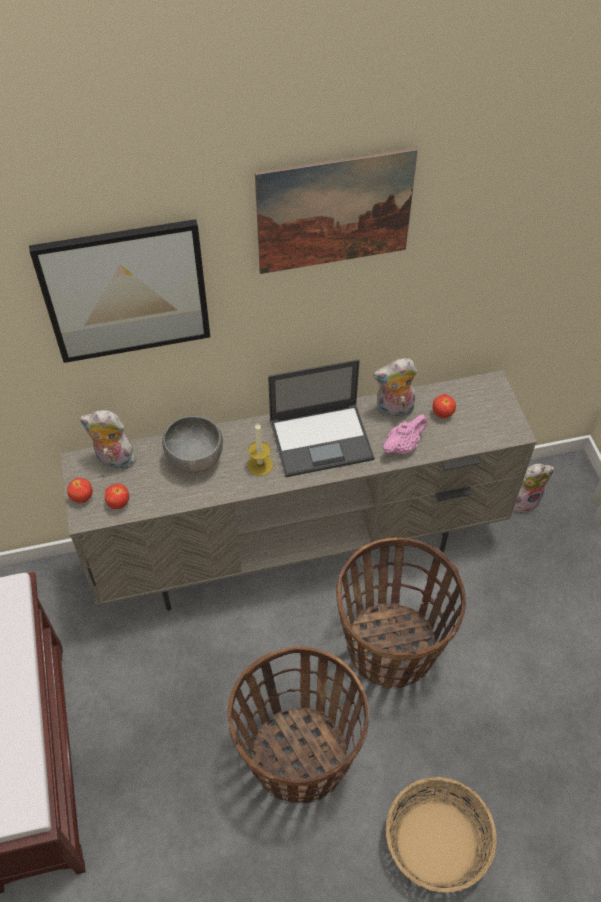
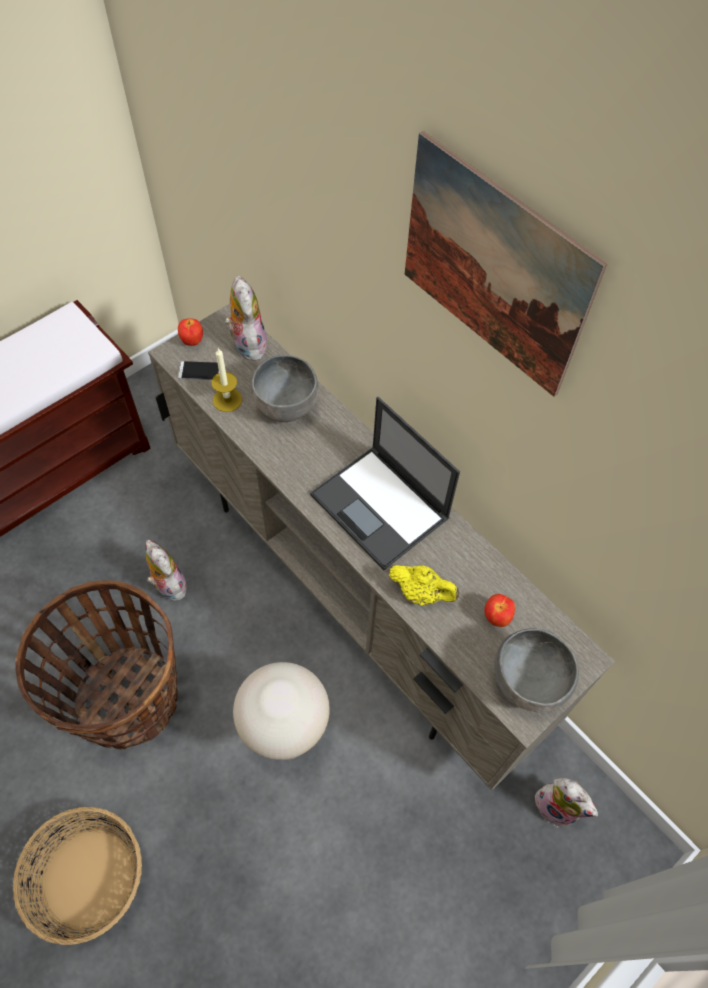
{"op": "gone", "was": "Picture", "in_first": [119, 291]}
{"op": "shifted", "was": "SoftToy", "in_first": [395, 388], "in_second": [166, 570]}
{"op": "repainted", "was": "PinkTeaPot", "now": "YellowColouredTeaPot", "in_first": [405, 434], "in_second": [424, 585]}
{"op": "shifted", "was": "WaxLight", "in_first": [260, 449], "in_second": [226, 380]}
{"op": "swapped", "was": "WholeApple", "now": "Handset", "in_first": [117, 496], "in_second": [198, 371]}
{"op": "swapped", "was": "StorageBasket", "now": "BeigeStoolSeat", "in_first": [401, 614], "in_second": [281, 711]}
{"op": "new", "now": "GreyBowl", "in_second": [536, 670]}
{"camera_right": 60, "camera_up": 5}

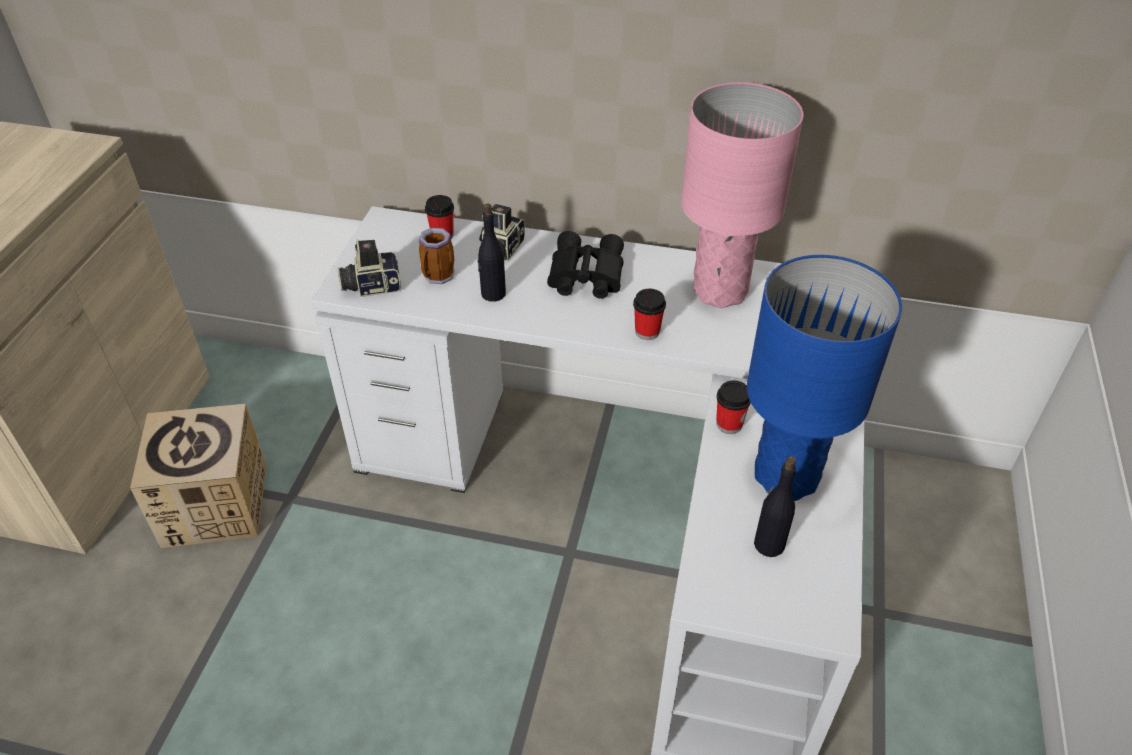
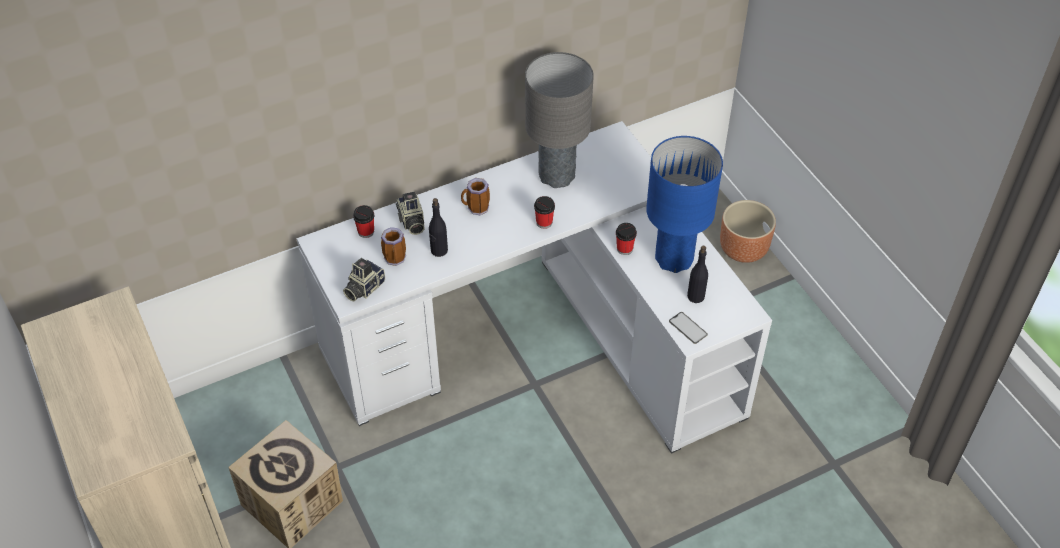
{"op": "repainted", "was": "PinkTableLamp", "now": "GreyTableLamp", "in_first": [742, 195], "in_second": [559, 120]}
{"op": "swapped", "was": "BlackishBinoculars", "now": "CoffeeMug", "in_first": [585, 265], "in_second": [475, 196]}
{"op": "new", "now": "BrownPlanter", "in_second": [748, 231]}
{"op": "new", "now": "Handset", "in_second": [688, 328]}
{"camera_right": -40, "camera_up": 5}

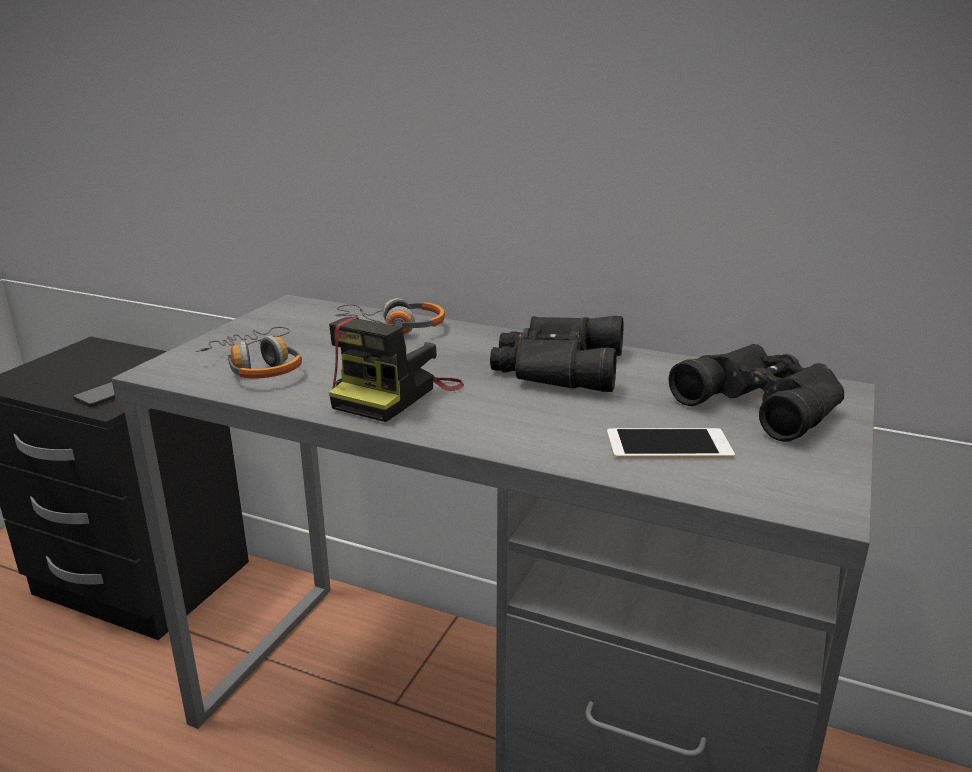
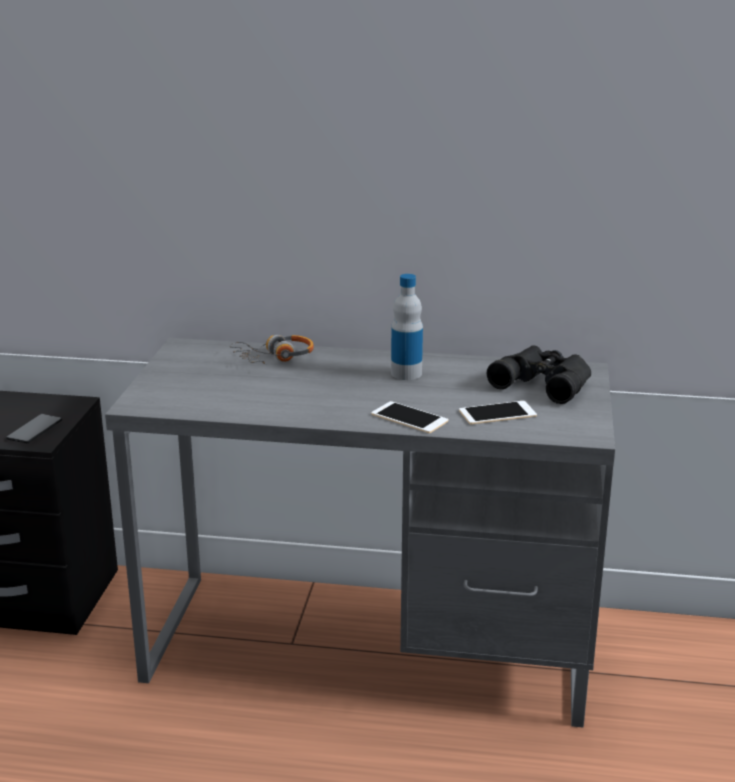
{"op": "swapped", "was": "BlackishBinoculars", "now": "BeverageBottle", "in_first": [557, 354], "in_second": [407, 327]}
{"op": "gone", "was": "StillCamera", "in_first": [396, 369]}
{"op": "gone", "was": "Headset", "in_first": [249, 353]}
{"op": "new", "now": "Handset", "in_second": [409, 417]}
{"camera_right": -15, "camera_up": 0}

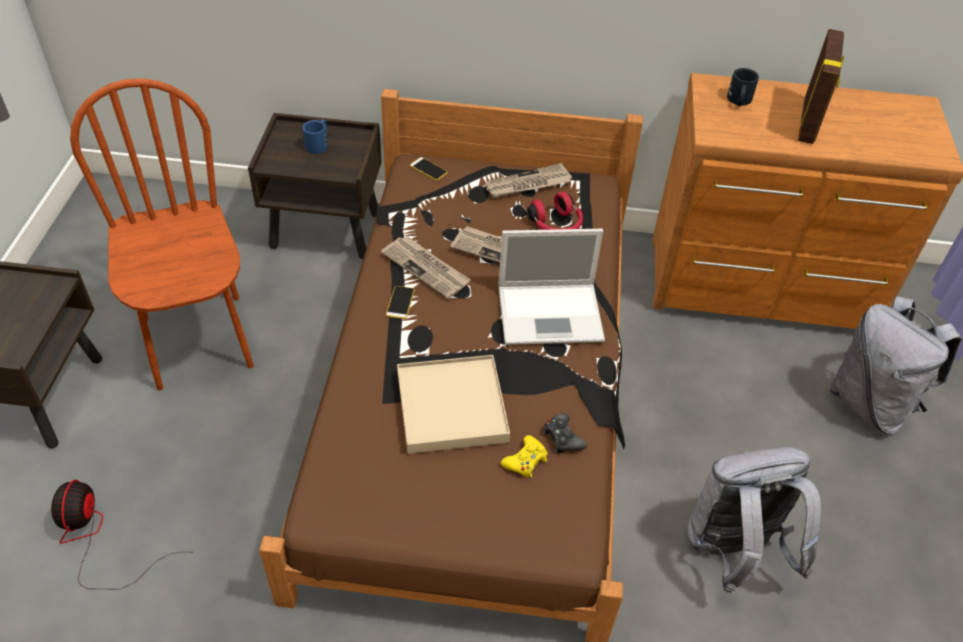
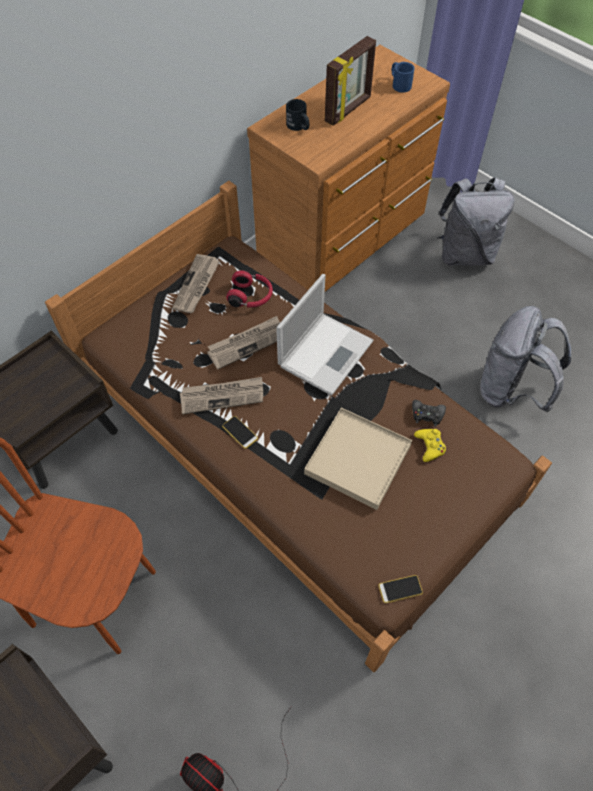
{"op": "rotated", "was": "PhotoFrame", "in_first": [821, 86], "in_second": [350, 81], "clockwise": 75}
{"op": "shifted", "was": "BluishCoffeeMug", "in_first": [315, 136], "in_second": [403, 77]}
{"op": "shifted", "was": "Handset", "in_first": [429, 169], "in_second": [400, 589]}
{"camera_right": -50, "camera_up": 10}

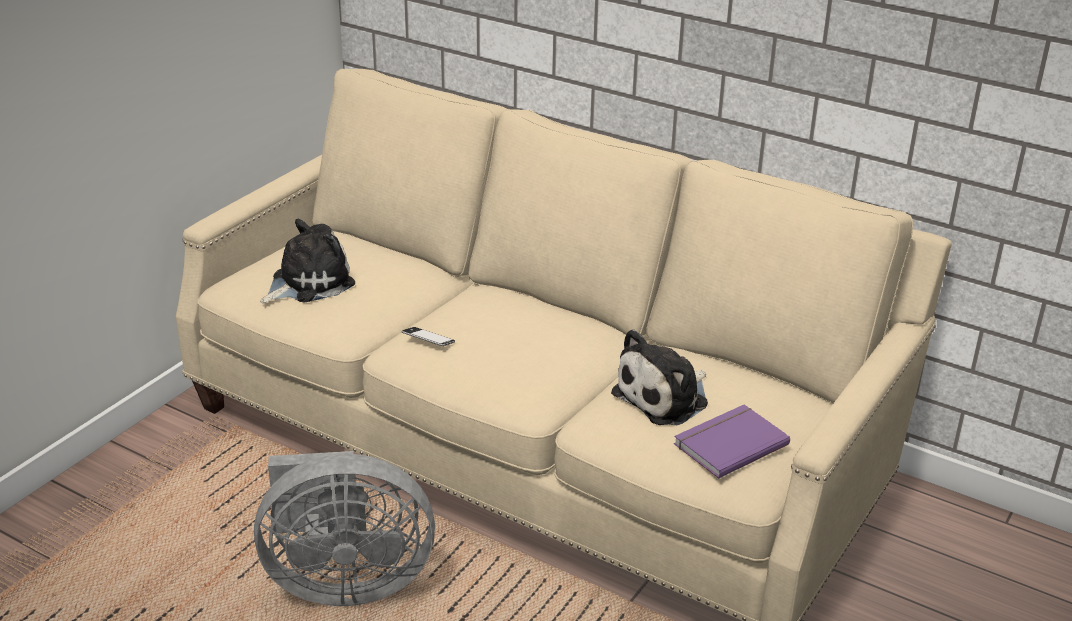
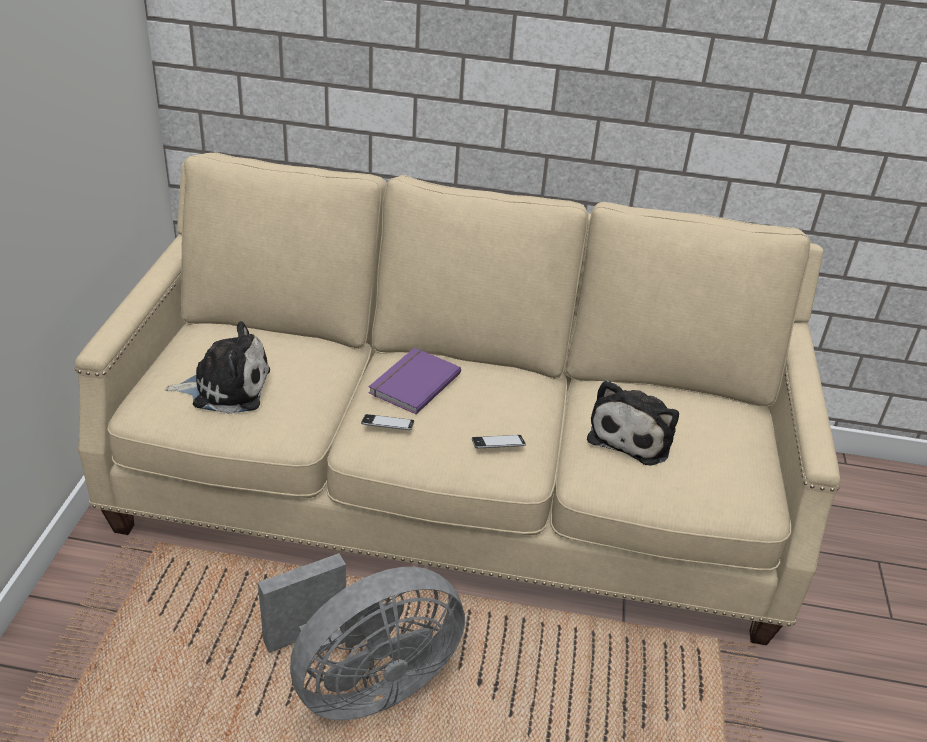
{"op": "rotated", "was": "SoftToy", "in_first": [307, 261], "in_second": [217, 367], "clockwise": 60}
{"op": "shifted", "was": "PurpleBook", "in_first": [732, 441], "in_second": [415, 381]}
{"op": "new", "now": "Handset", "in_second": [499, 441]}
{"camera_right": -25, "camera_up": 5}

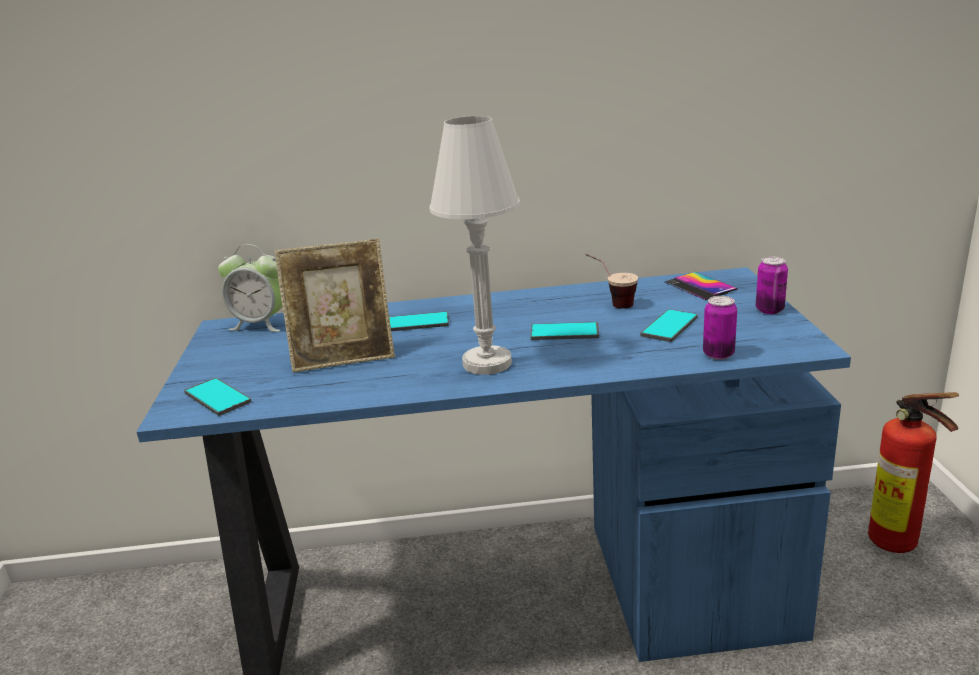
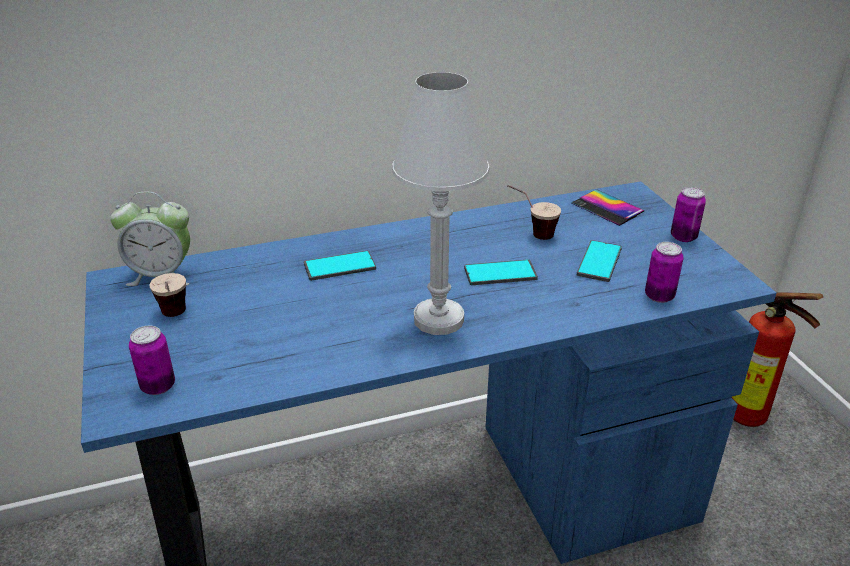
{"op": "gone", "was": "PhotoFrame", "in_first": [334, 306]}
{"op": "swapped", "was": "Handset", "now": "SealedCan", "in_first": [218, 397], "in_second": [152, 360]}
{"op": "new", "now": "SmallCup", "in_second": [167, 295]}
{"camera_right": -15, "camera_up": 10}

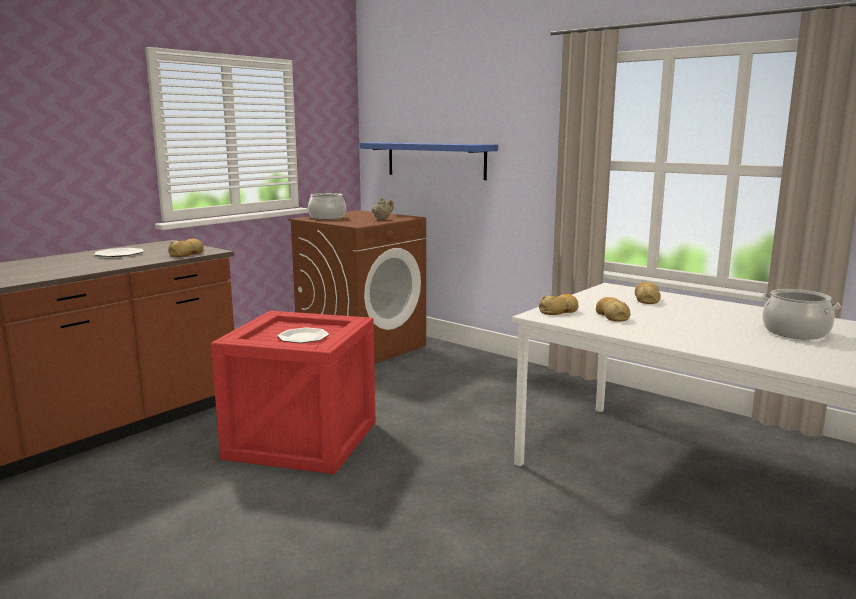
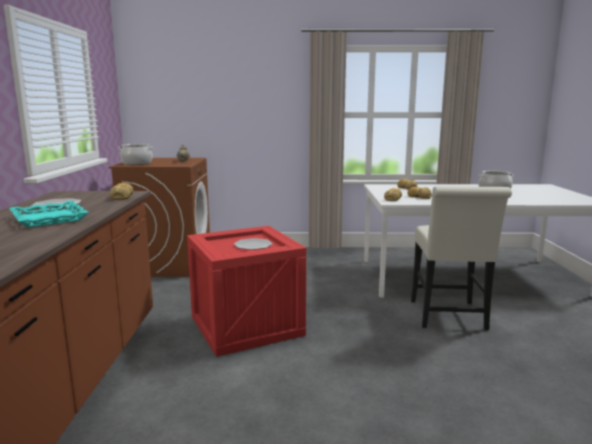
{"op": "gone", "was": "BluishWallShelf", "in_first": [429, 161]}
{"op": "new", "now": "WhitishPlainChair", "in_second": [461, 258]}
{"op": "new", "now": "TurquoiseTray", "in_second": [49, 214]}
{"camera_right": -40, "camera_up": 0}

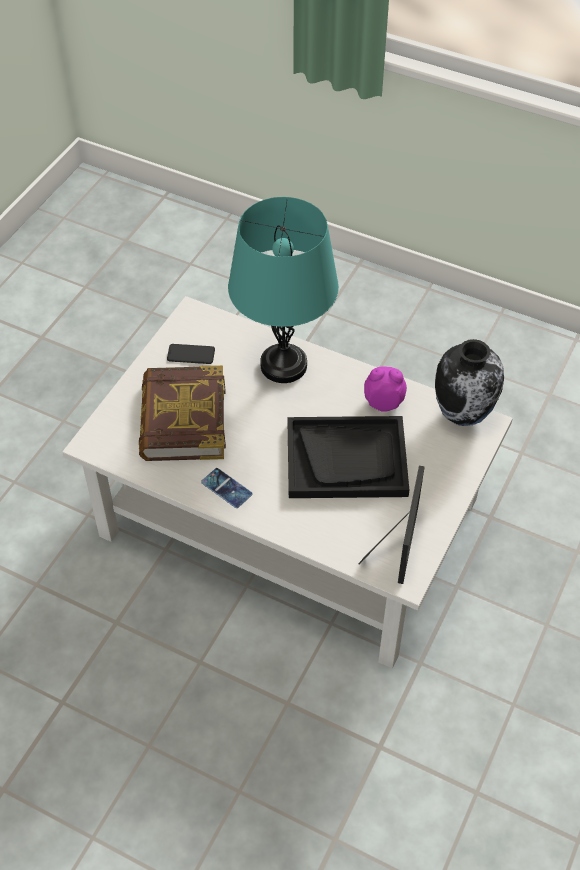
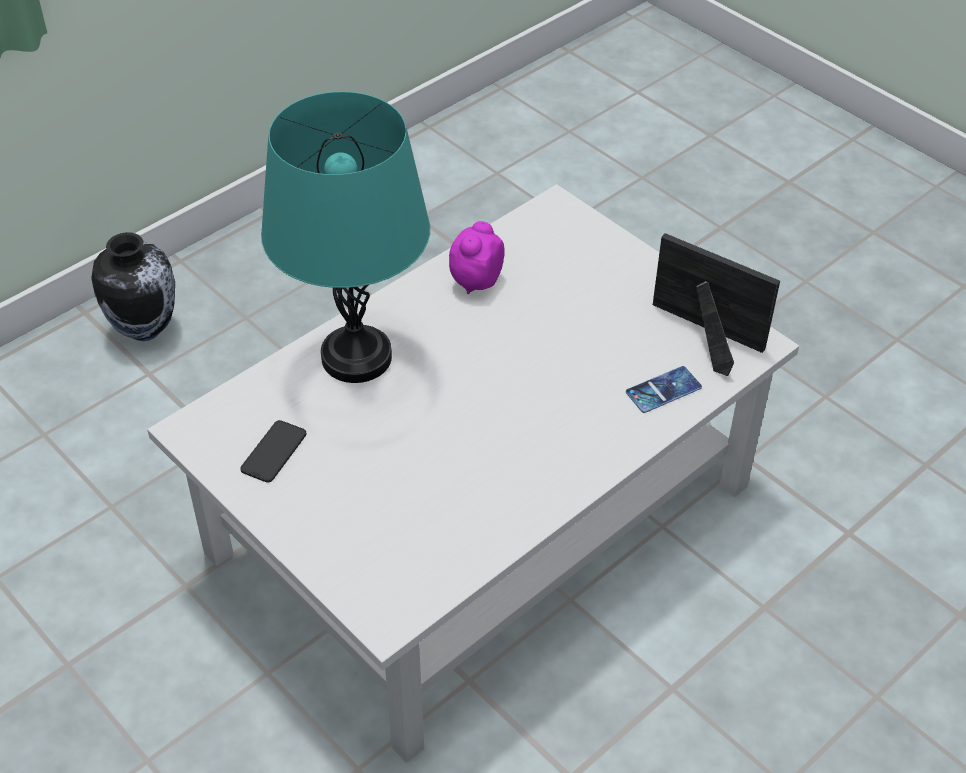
{"op": "shifted", "was": "FlowerVase", "in_first": [469, 382], "in_second": [133, 286]}
{"op": "gone", "was": "Book", "in_first": [182, 413]}
{"op": "gone", "was": "BlackishTray", "in_first": [348, 457]}
{"op": "shifted", "was": "Handset", "in_first": [227, 488], "in_second": [664, 389]}
{"camera_right": -70, "camera_up": -5}

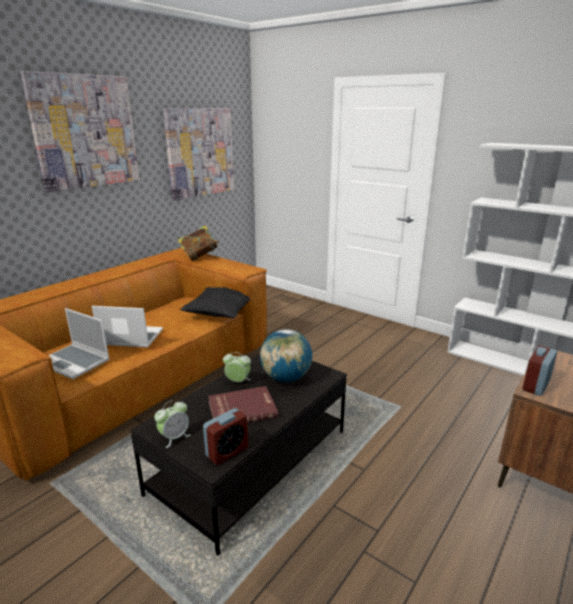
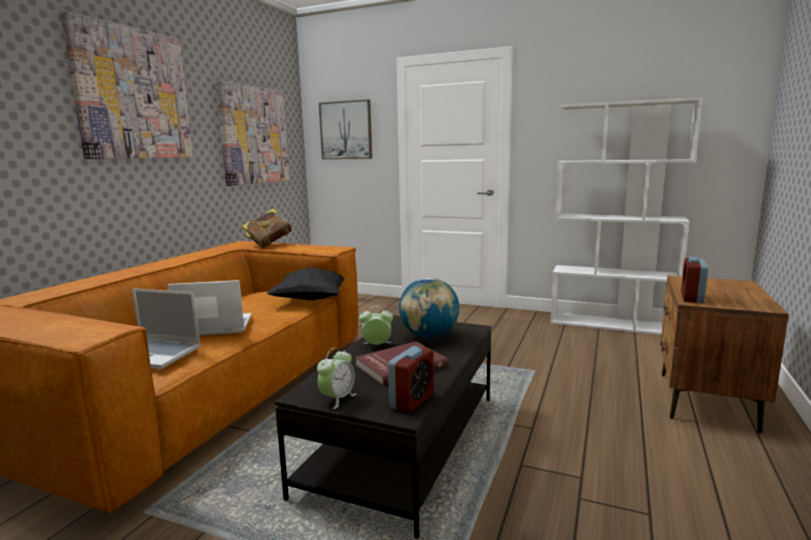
{"op": "new", "now": "Picture", "in_second": [345, 129]}
{"camera_right": -15, "camera_up": -10}

